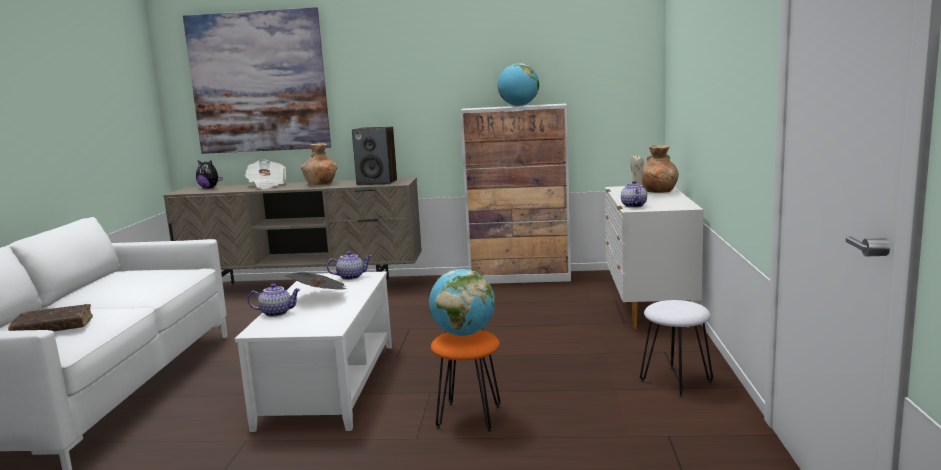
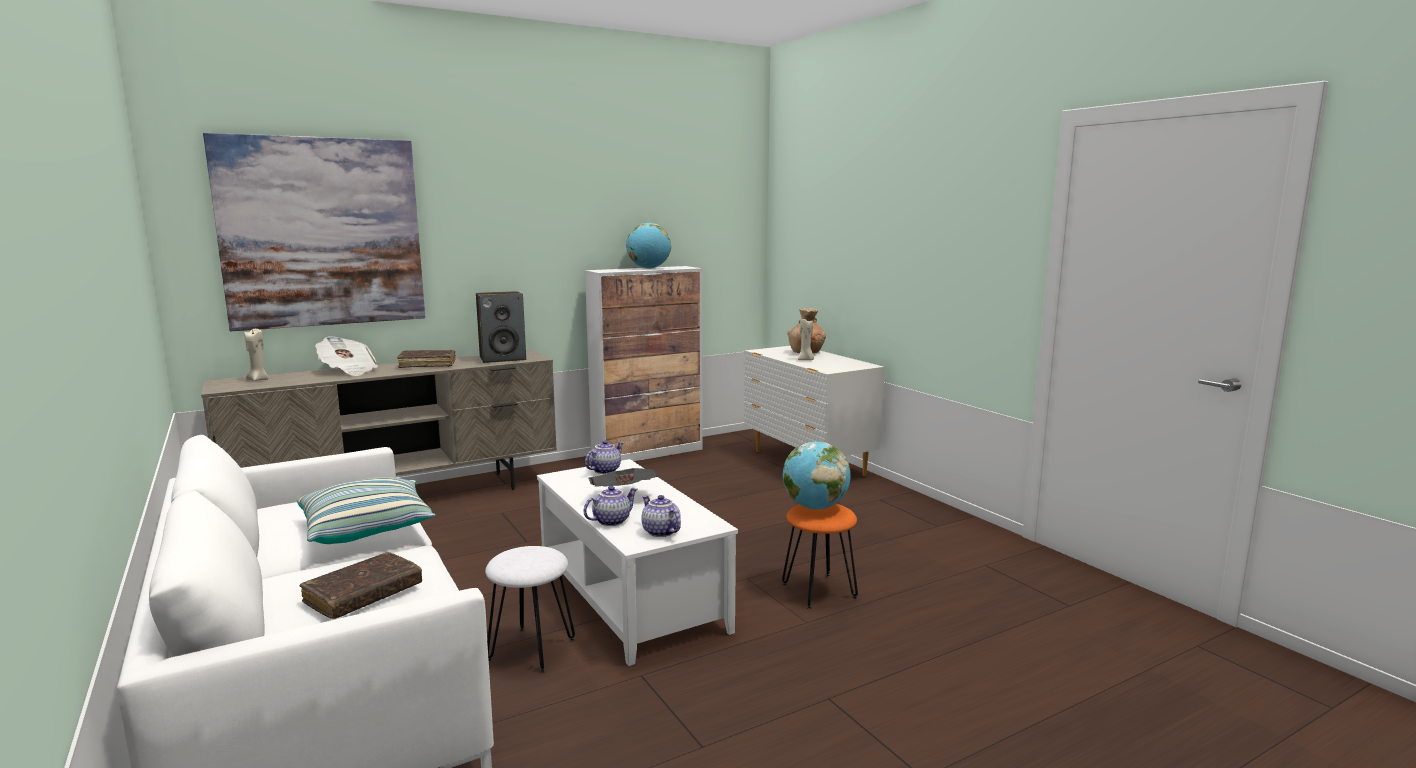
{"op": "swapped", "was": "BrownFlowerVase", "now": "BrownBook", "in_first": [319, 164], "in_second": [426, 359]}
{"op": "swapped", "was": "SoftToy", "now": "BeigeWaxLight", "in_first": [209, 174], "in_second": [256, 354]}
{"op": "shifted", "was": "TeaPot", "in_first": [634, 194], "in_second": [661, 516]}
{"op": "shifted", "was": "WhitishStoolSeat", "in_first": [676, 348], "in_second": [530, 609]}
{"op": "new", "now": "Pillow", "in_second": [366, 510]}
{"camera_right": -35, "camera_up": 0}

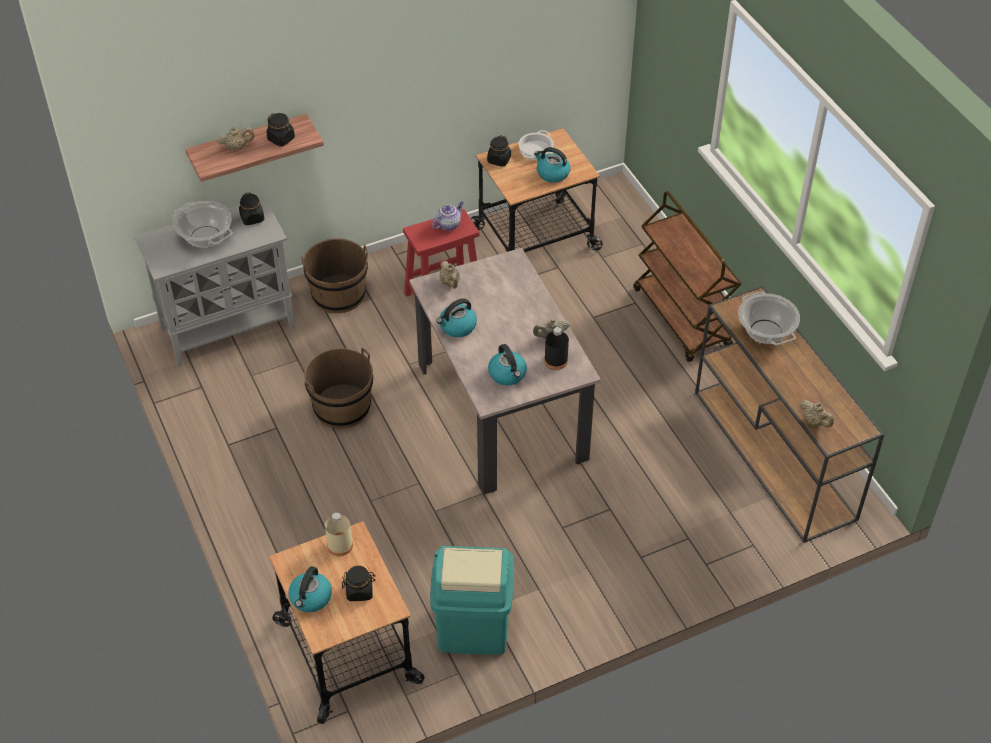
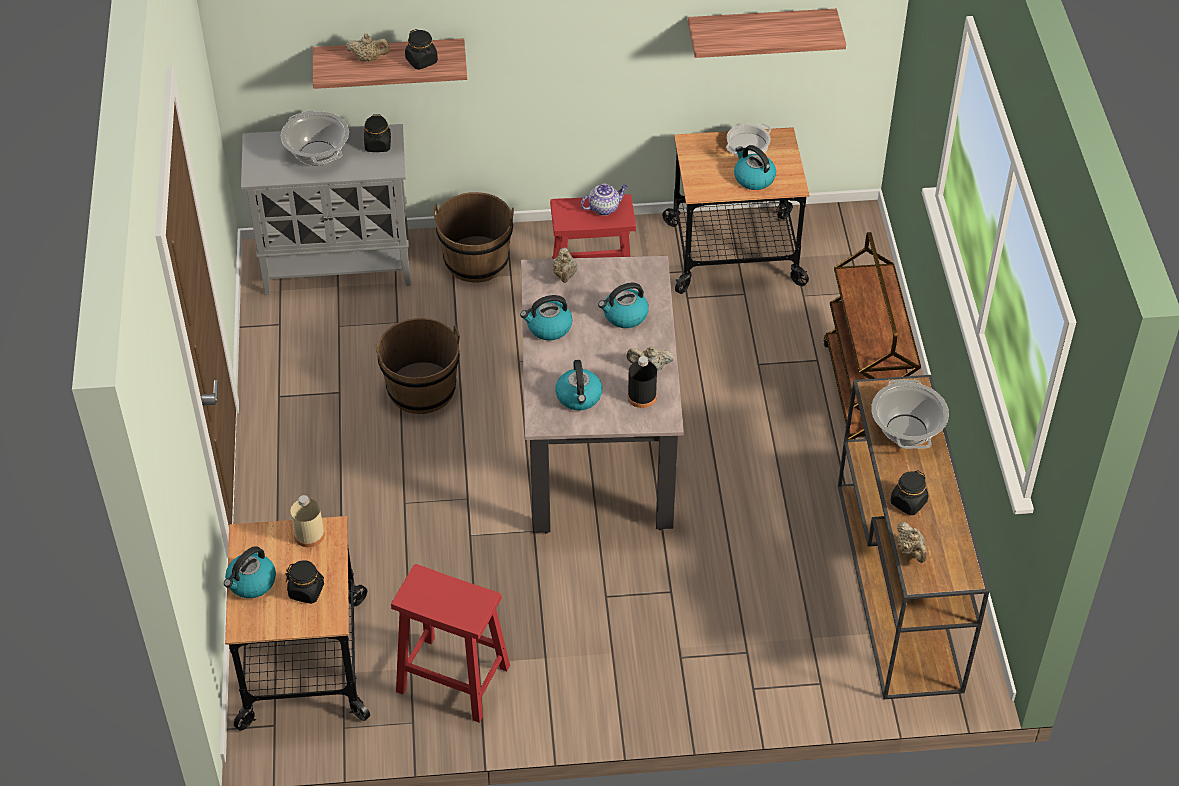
{"op": "shifted", "was": "BlackishJar", "in_first": [499, 151], "in_second": [910, 492]}
{"op": "swapped", "was": "TurquoiseRubbishBin", "now": "RedColouredStoolSeat", "in_first": [472, 600], "in_second": [450, 643]}
{"op": "new", "now": "WallShelf", "in_second": [767, 33]}
{"op": "new", "now": "WaterKettle", "in_second": [623, 305]}
{"camera_right": 20, "camera_up": 0}

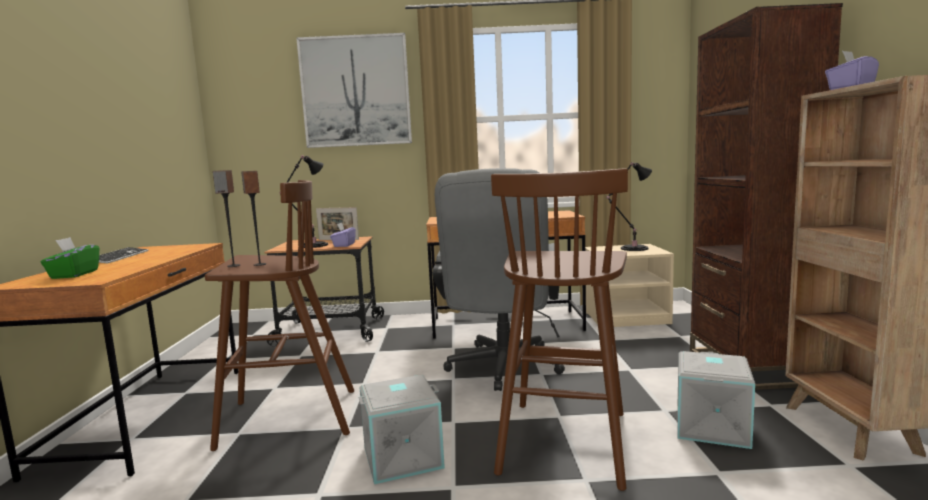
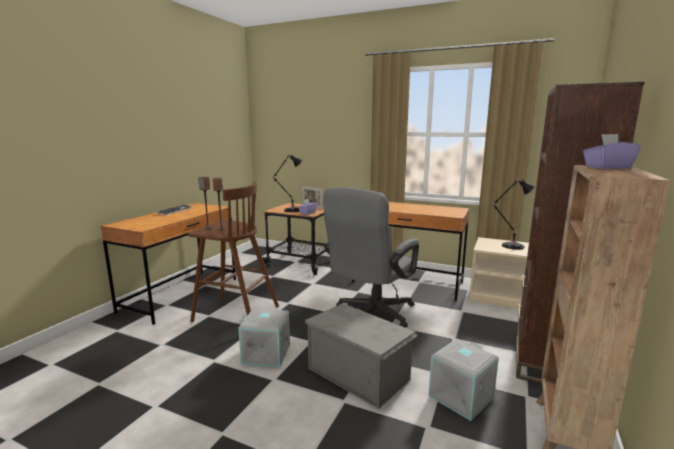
{"op": "gone", "was": "Picture", "in_first": [354, 90]}
{"op": "swapped", "was": "BrownStoolSeat", "now": "GreyStorageBin", "in_first": [559, 329], "in_second": [361, 356]}
{"op": "gone", "was": "GreenishTissueHolder", "in_first": [69, 258]}
{"camera_right": 25, "camera_up": 5}

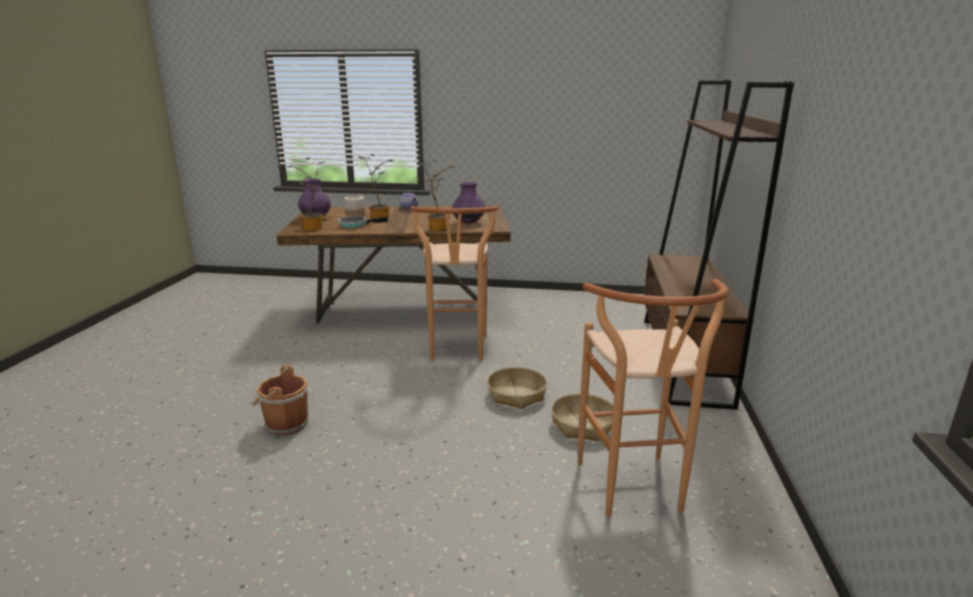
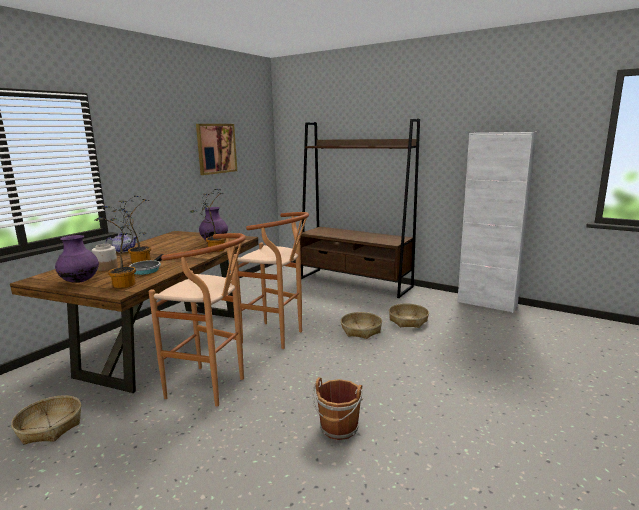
{"op": "shifted", "was": "BrownStoolSeat", "in_first": [653, 398], "in_second": [197, 320]}
{"op": "new", "now": "Picture", "in_second": [216, 149]}
{"op": "new", "now": "WhitishCupboard", "in_second": [497, 222]}
{"op": "new", "now": "StorageBasket", "in_second": [46, 420]}
{"camera_right": -65, "camera_up": -5}

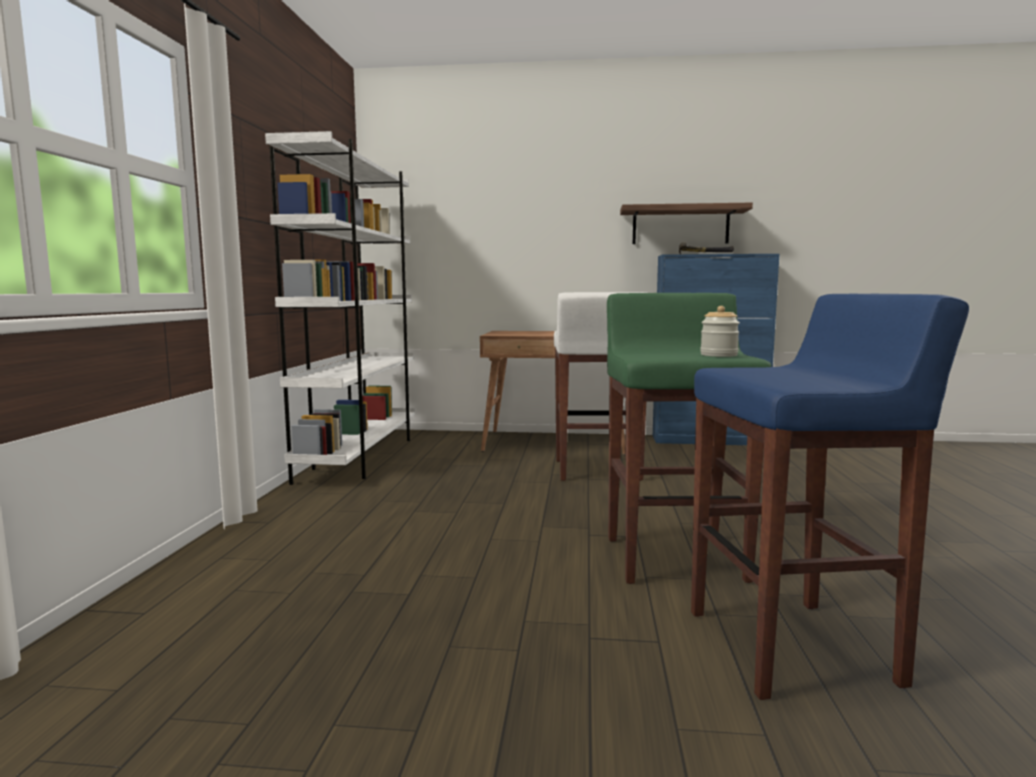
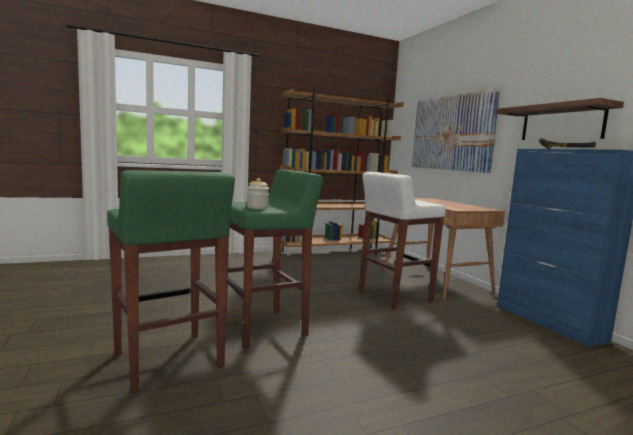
{"op": "repainted", "was": "WhitishBookcase", "now": "BrownBookcase", "in_first": [340, 308], "in_second": [342, 171]}
{"op": "repainted", "was": "BluishStoolSeat", "now": "GreenishStoolSeat", "in_first": [830, 497], "in_second": [171, 281]}
{"op": "new", "now": "Picture", "in_second": [456, 130]}
{"camera_right": 60, "camera_up": 0}

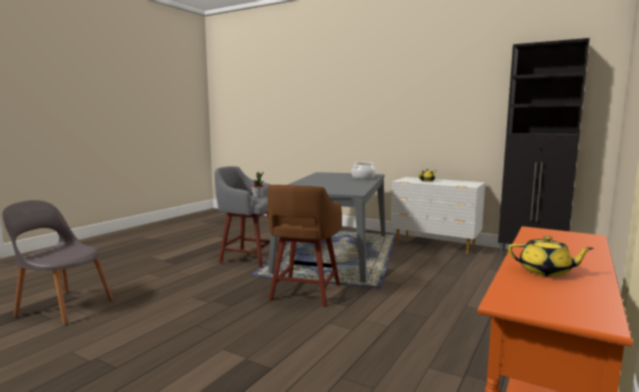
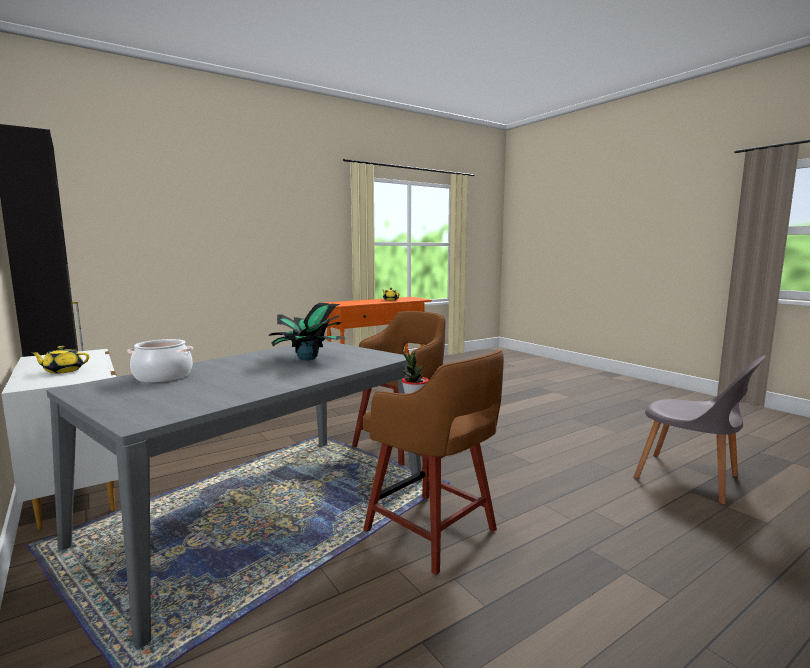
{"op": "repainted", "was": "GreyStoolSeat", "now": "BrownStoolSeat", "in_first": [246, 217], "in_second": [433, 462]}
{"op": "new", "now": "PottedPlant", "in_second": [307, 331]}
{"camera_right": -155, "camera_up": 0}

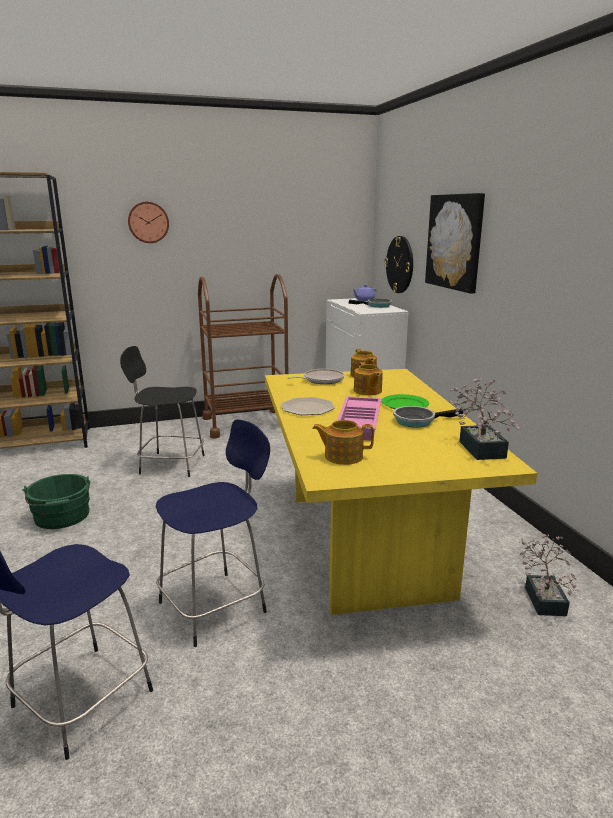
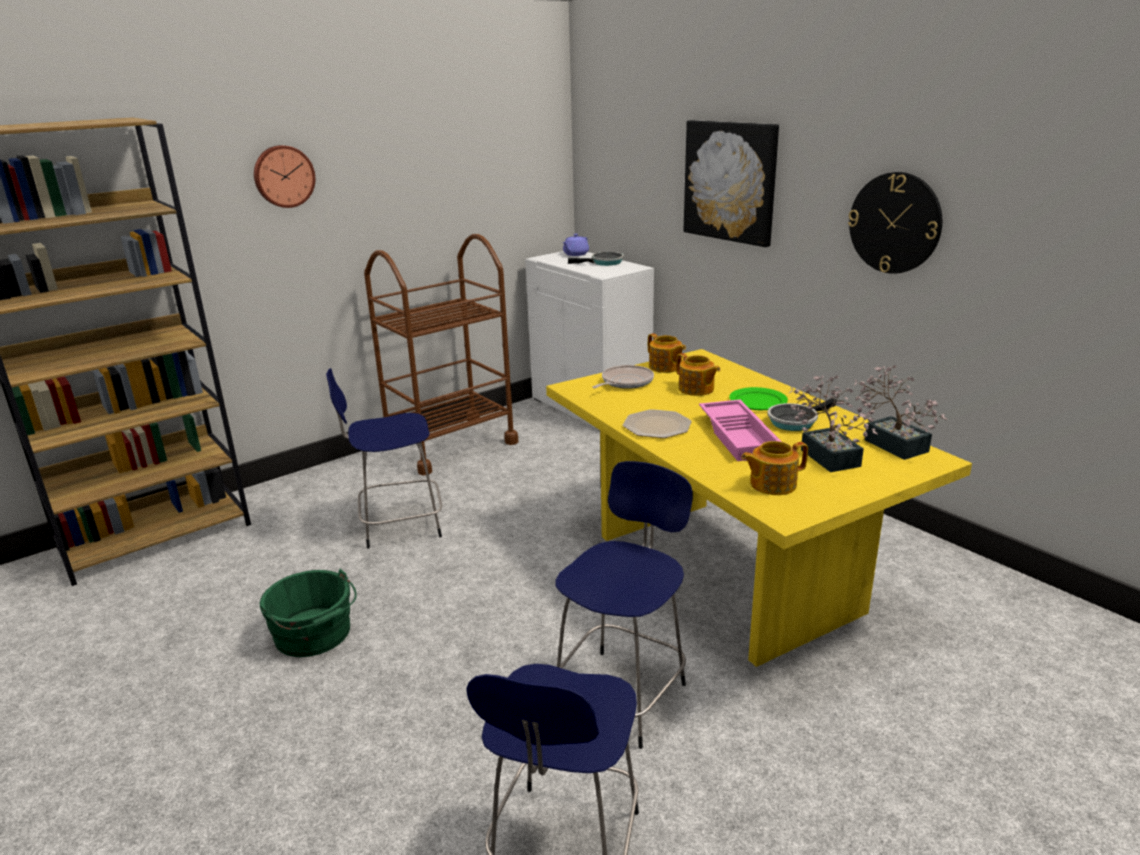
{"op": "shifted", "was": "WallClock", "in_first": [398, 264], "in_second": [895, 223]}
{"op": "repainted", "was": "BlackishStoolSeat", "now": "BluishStoolSeat", "in_first": [162, 411], "in_second": [384, 458]}
{"op": "shifted", "was": "PottedPlant", "in_first": [549, 575], "in_second": [833, 423]}
{"camera_right": -20, "camera_up": 5}

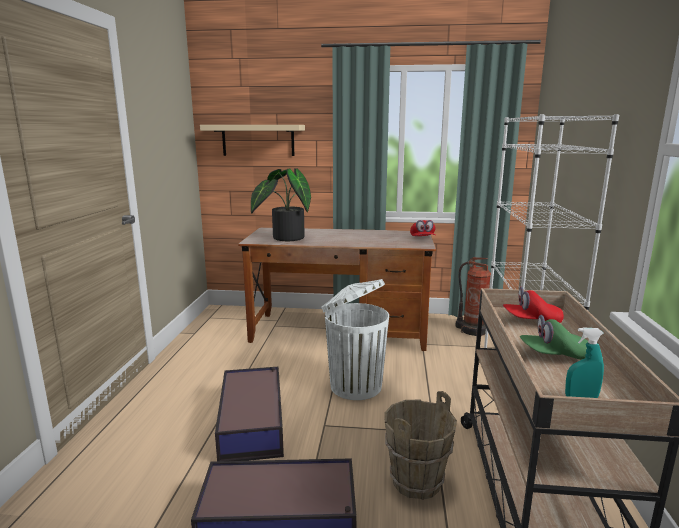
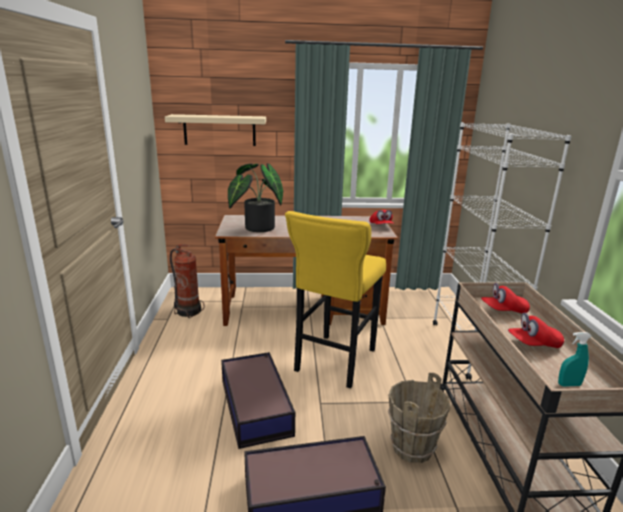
{"op": "shifted", "was": "FireExtinguisher", "in_first": [473, 296], "in_second": [187, 281]}
{"op": "swapped", "was": "WhitishRubbishBin", "now": "YellowColouredStoolSeat", "in_first": [355, 339], "in_second": [335, 299]}
{"op": "repainted", "was": "GreenishCap", "now": "RedColouredCap", "in_first": [554, 337], "in_second": [536, 330]}
{"camera_right": -10, "camera_up": 5}

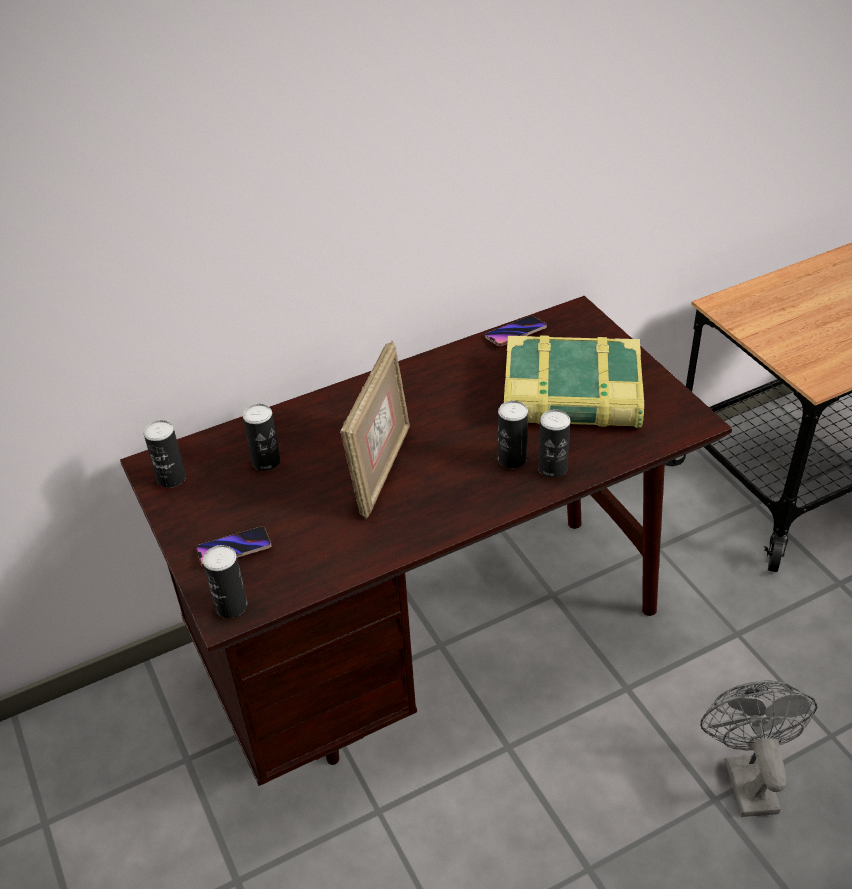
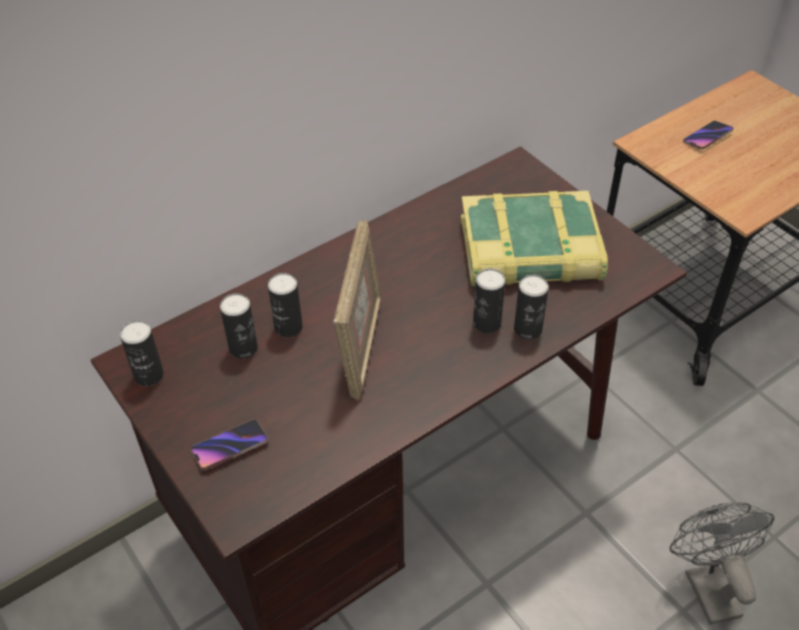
{"op": "shifted", "was": "Handset", "in_first": [516, 331], "in_second": [708, 135]}
{"op": "shifted", "was": "SealedCan", "in_first": [225, 581], "in_second": [285, 305]}
{"camera_right": -10, "camera_up": 5}

